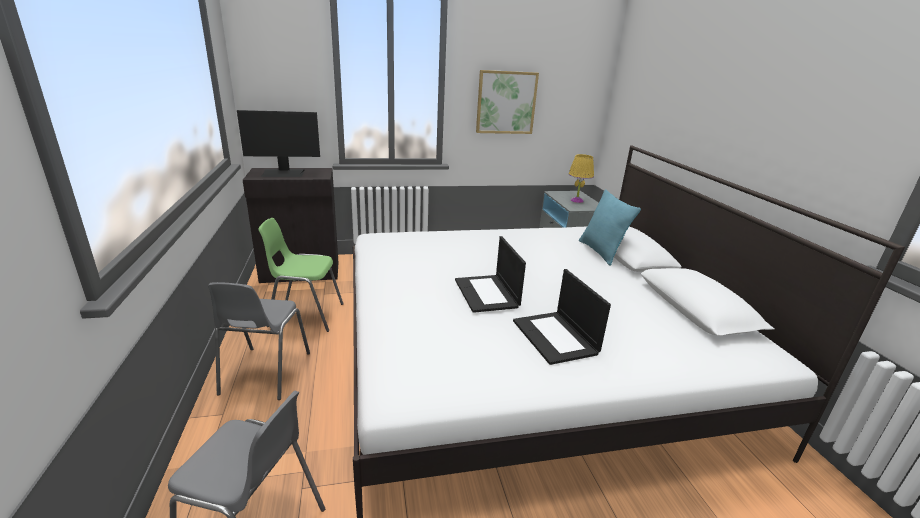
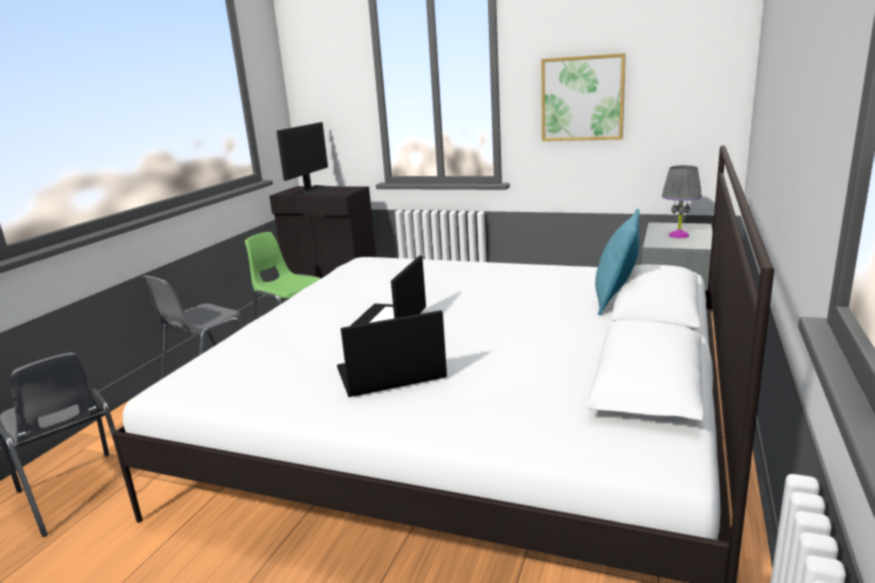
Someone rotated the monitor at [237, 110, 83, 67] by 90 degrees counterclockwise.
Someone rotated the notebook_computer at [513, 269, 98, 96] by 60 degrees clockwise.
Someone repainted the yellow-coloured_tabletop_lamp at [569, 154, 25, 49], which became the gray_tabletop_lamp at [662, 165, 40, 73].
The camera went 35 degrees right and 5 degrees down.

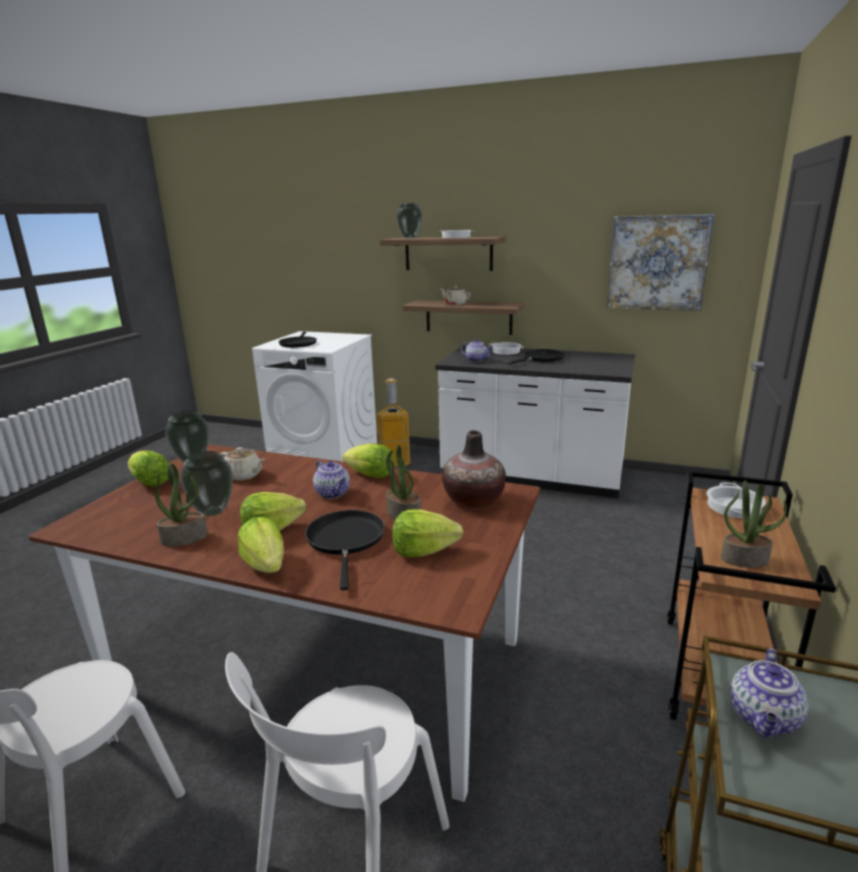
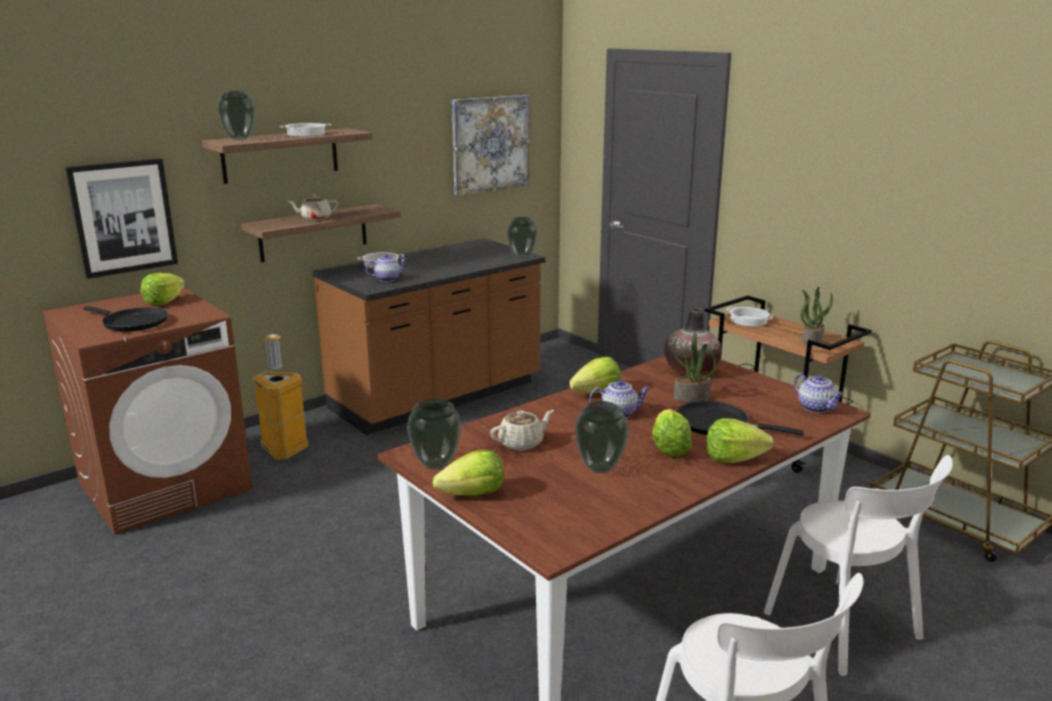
Someone took away the potted_plant at [155, 463, 53, 83].
Someone repainted the white-coloured_laundry_machine at [252, 331, 125, 131], which became the brownish_laundry_machine at [42, 287, 211, 248].
Someone carried the head_of_lettuce from [393, 509, 71, 48] to [140, 273, 45, 32].
Someone repainted the white-coloured_kitchen_counter at [435, 345, 200, 154], which became the brownish_kitchen_counter at [312, 238, 233, 197].
Someone took away the black-coloured_pan at [507, 349, 58, 16].
Someone carried the pot_for_tea from [731, 648, 78, 89] to [794, 374, 50, 39].
Someone put up the wall_art at [65, 158, 113, 121].
Someone put down the flower_vase at [507, 217, 31, 41].
The camera went 60 degrees left and 0 degrees up.

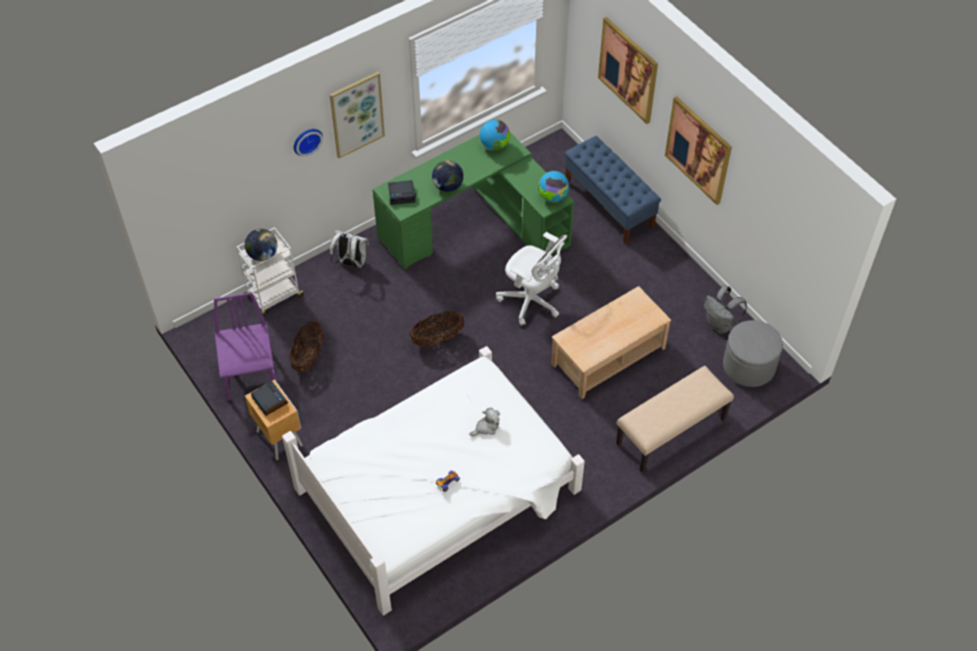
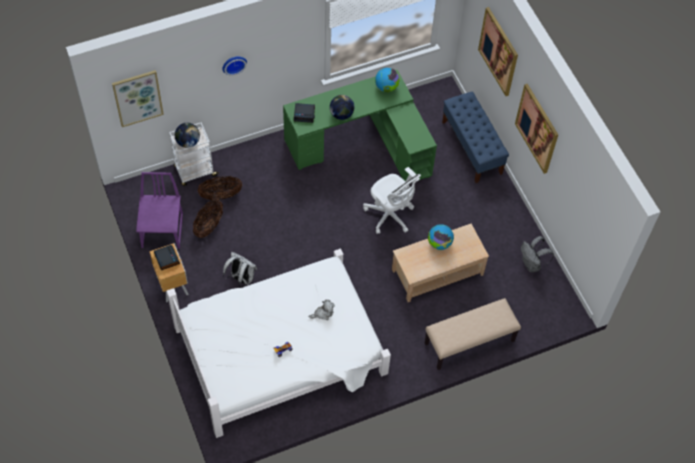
Someone carried the wall_art from [330, 72, 55, 86] to [112, 70, 52, 57].
Someone carried the white-coloured_backpack from [330, 230, 39, 39] to [223, 252, 34, 35].
Someone carried the storage_basket from [410, 311, 55, 36] to [198, 176, 44, 24].
Someone carried the globe from [538, 171, 32, 32] to [428, 224, 26, 26].
Someone took away the gray_footrest at [723, 320, 60, 67].
The camera went 10 degrees right and 5 degrees up.

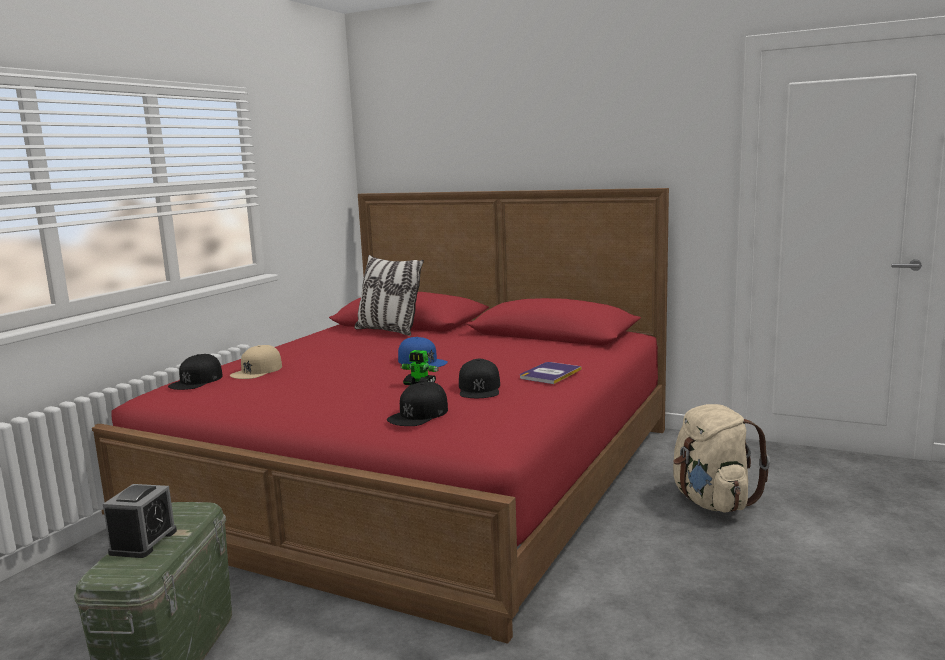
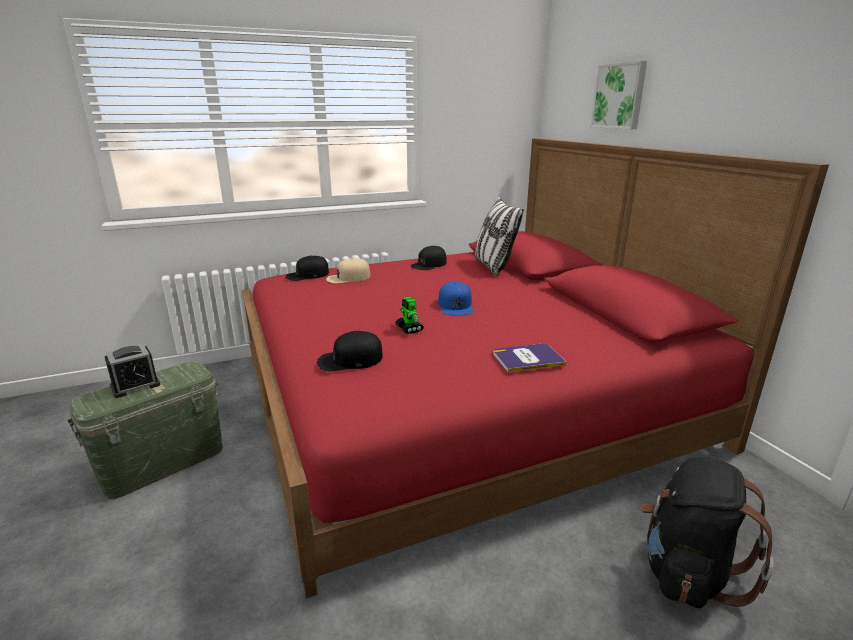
Someone carried the black-coloured_baseball_cap from [459, 359, 41, 39] to [410, 246, 37, 24].
Someone repainted the sand-coloured_backpack at [673, 404, 97, 109], which became the black-coloured_backpack at [641, 457, 133, 151].
Someone put up the wall_art at [591, 61, 56, 68].
The camera went 40 degrees right and 10 degrees up.

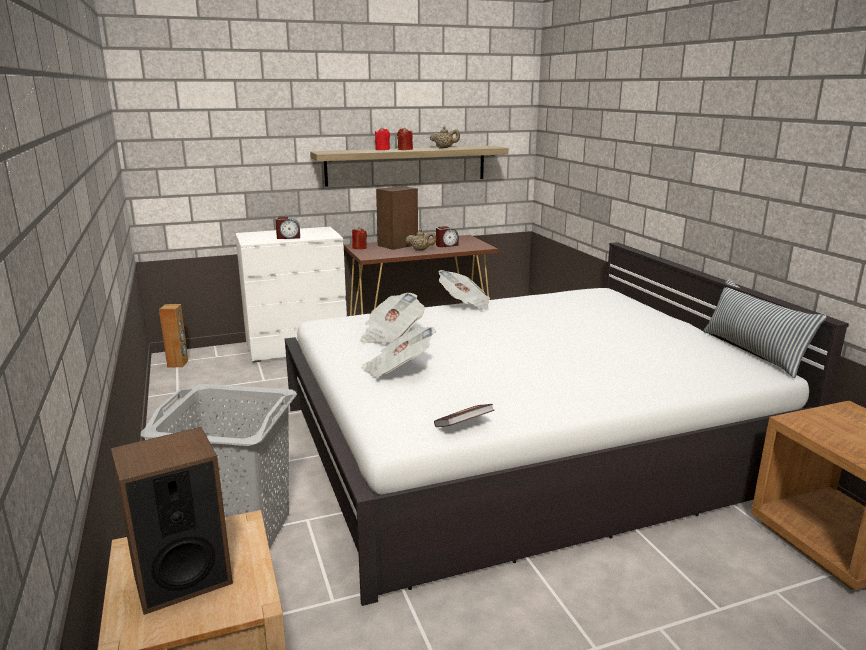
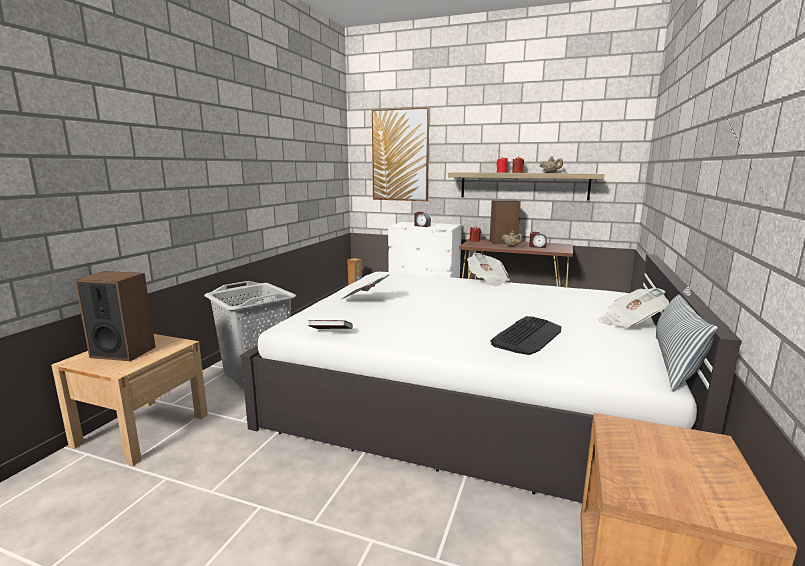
Someone carried the printed_paper from [360, 293, 65, 51] to [598, 288, 71, 40].
Someone put up the wall_art at [372, 107, 57, 94].
Someone put down the keyboard at [490, 316, 72, 39].
The camera went 40 degrees right and 5 degrees down.

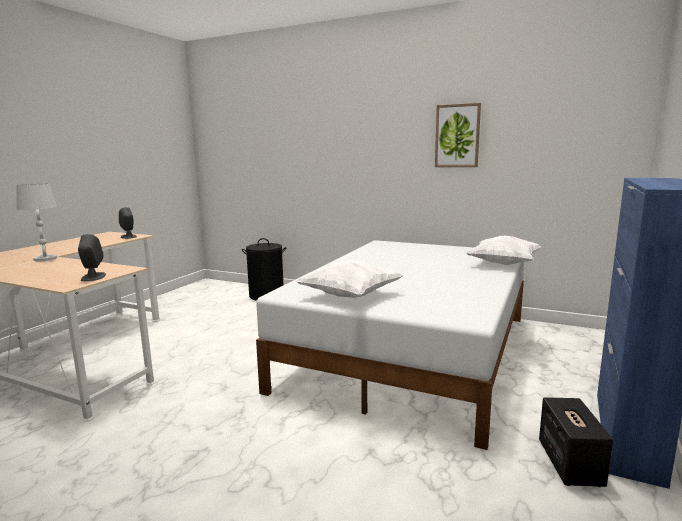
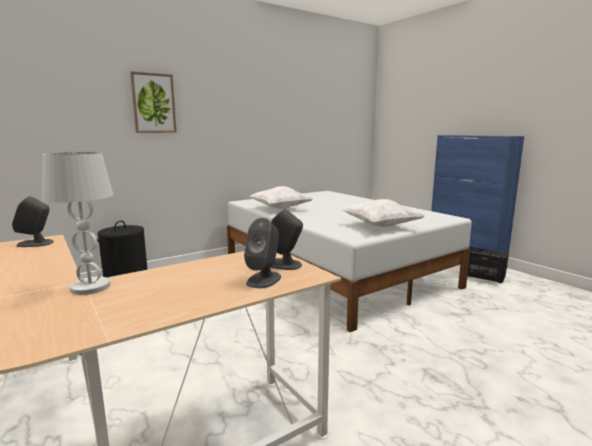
Someone carried the wall_art from [435, 103, 46, 64] to [130, 71, 47, 62].
Someone carried the white-coloured_throw_pillow from [466, 236, 75, 29] to [249, 186, 64, 23].
Someone put down the gray_speaker at [244, 218, 37, 70].
The camera went 60 degrees left and 0 degrees up.

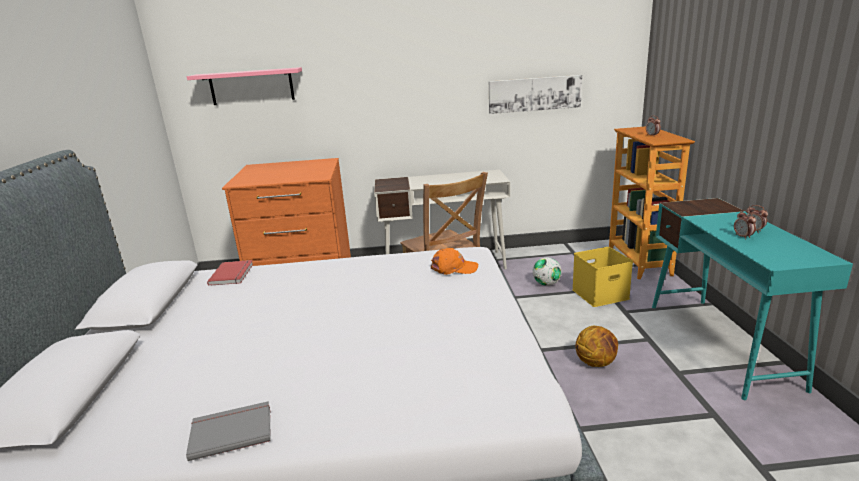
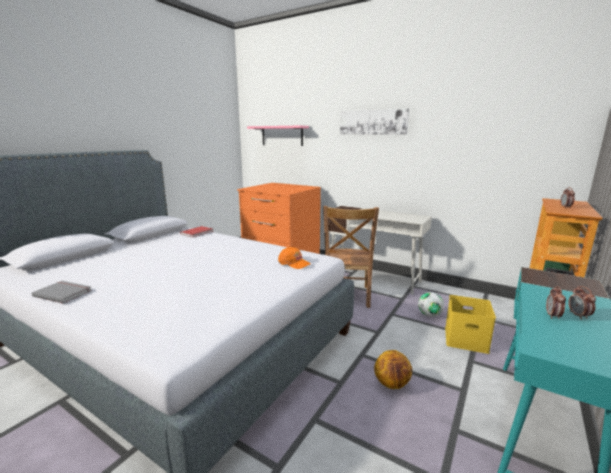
Someone carried the wall_art from [489, 75, 93, 39] to [340, 108, 69, 27].
The camera went 35 degrees right and 5 degrees down.

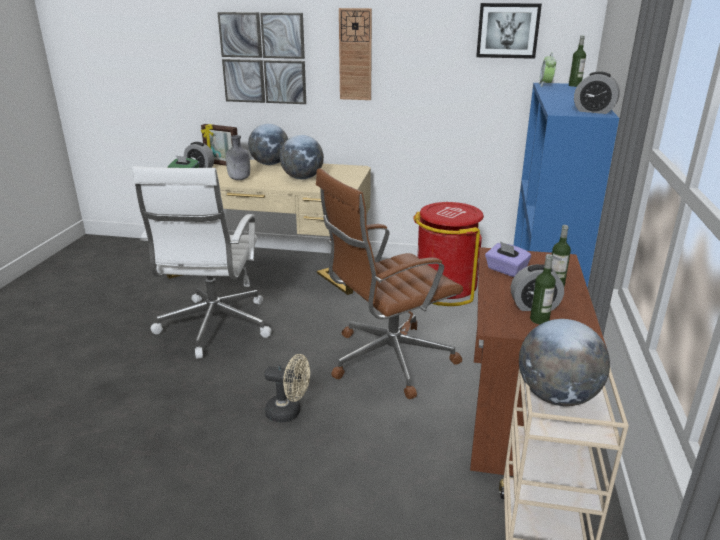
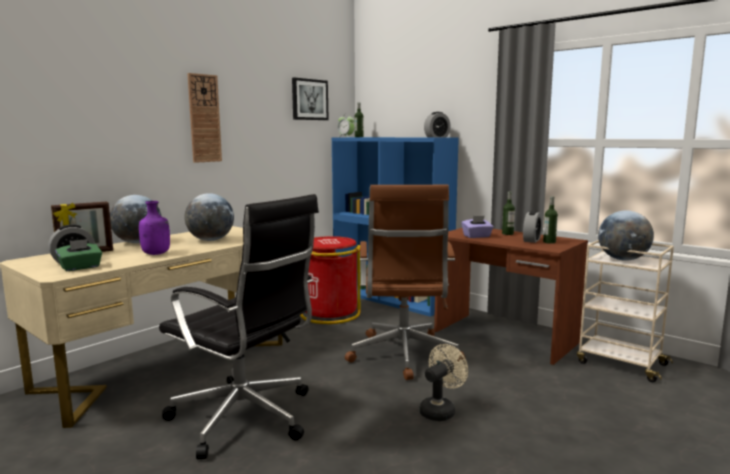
Someone repainted the white-coloured_computer_chair at [132, 166, 140, 193], which became the black-coloured_computer_chair at [159, 194, 160, 265].
Someone took away the wall_art at [217, 12, 89, 92].
Someone repainted the gray_beverage_bottle at [226, 135, 24, 45], which became the purple_beverage_bottle at [139, 201, 31, 54].
The camera went 60 degrees left and 15 degrees down.

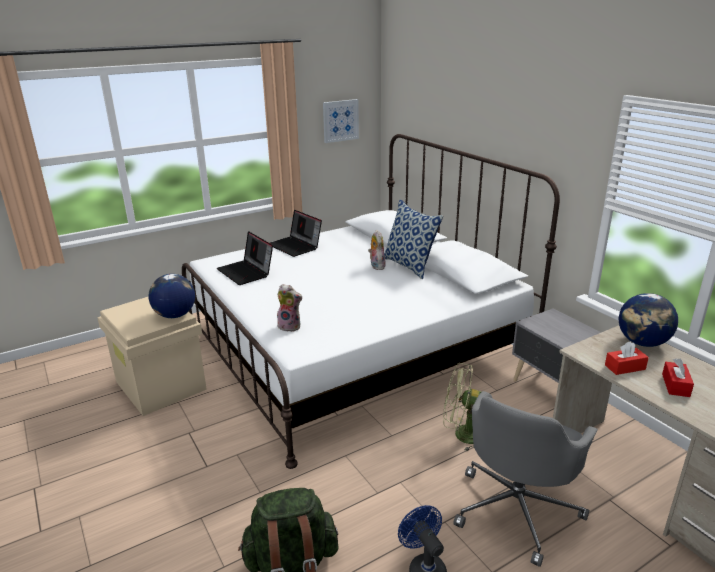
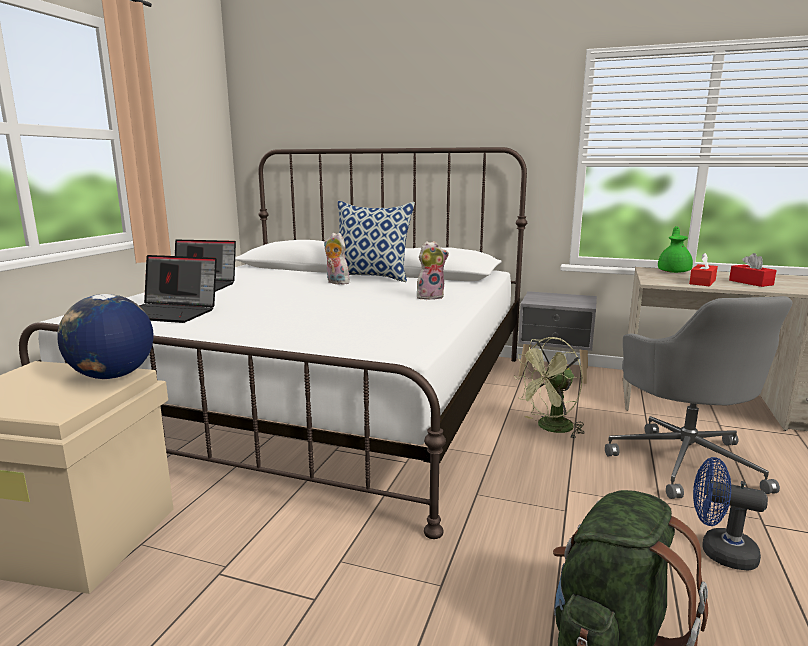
Someone carried the plush_toy from [277, 284, 25, 48] to [417, 241, 32, 59].
Someone took away the wall_art at [323, 99, 36, 44].
Someone swapped the globe at [619, 293, 59, 54] for the green_pot_for_tea at [658, 226, 35, 47].
The camera went 40 degrees left and 10 degrees down.

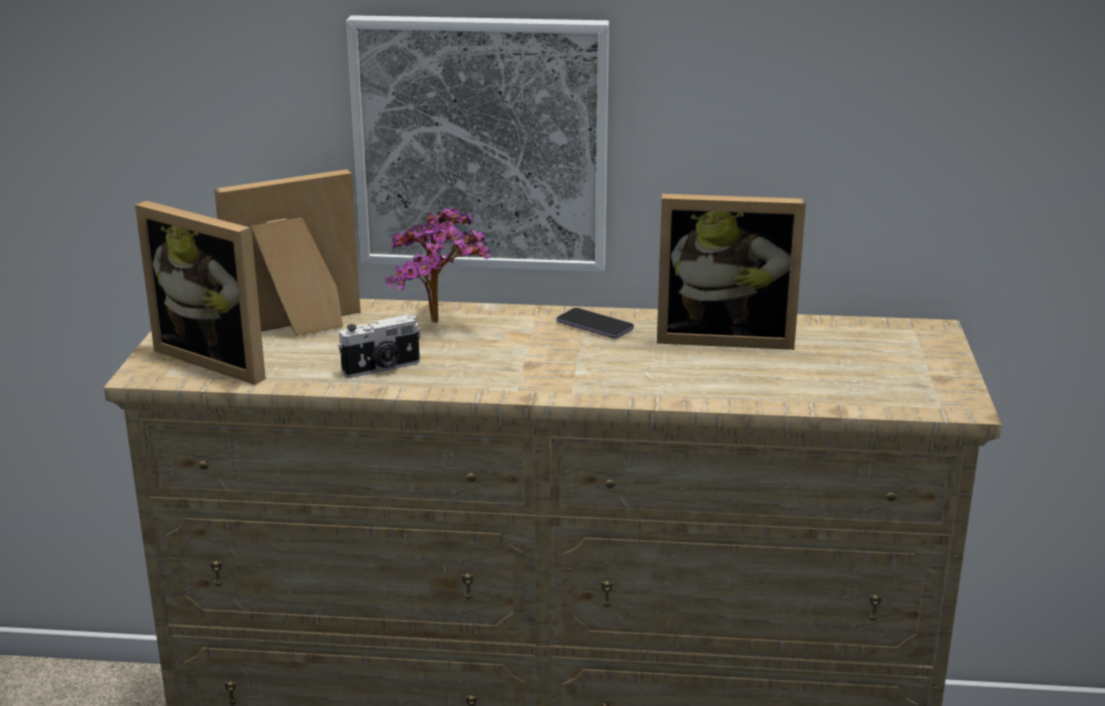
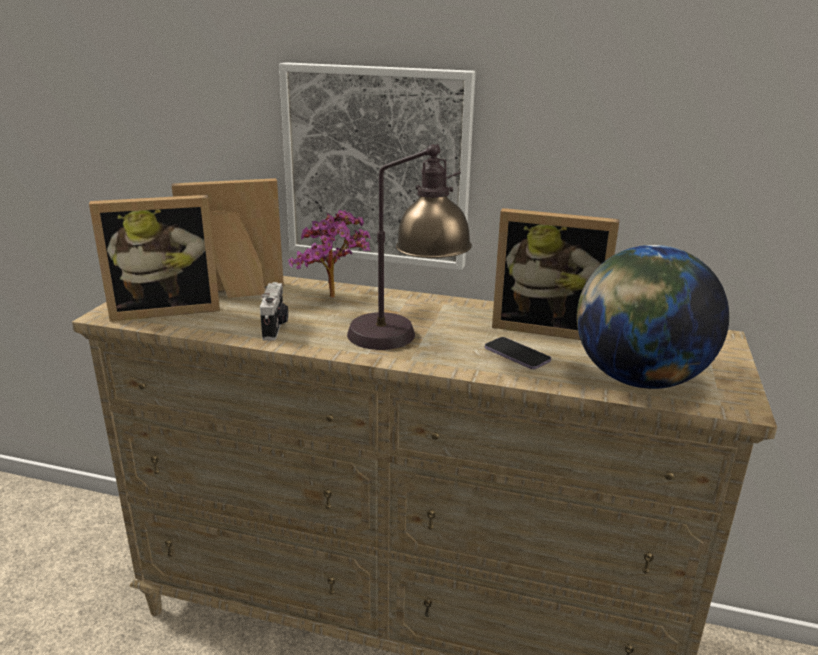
Someone rotated the standing_frame at [135, 201, 131, 184] by 60 degrees counterclockwise.
Someone rotated the still_camera at [338, 314, 83, 64] by 75 degrees counterclockwise.
Someone carried the telephone from [557, 308, 77, 31] to [485, 337, 66, 32].
Someone put down the tabletop_lamp at [347, 144, 125, 206].
Someone put down the globe at [577, 245, 152, 144].
The camera went 10 degrees right and 0 degrees up.

